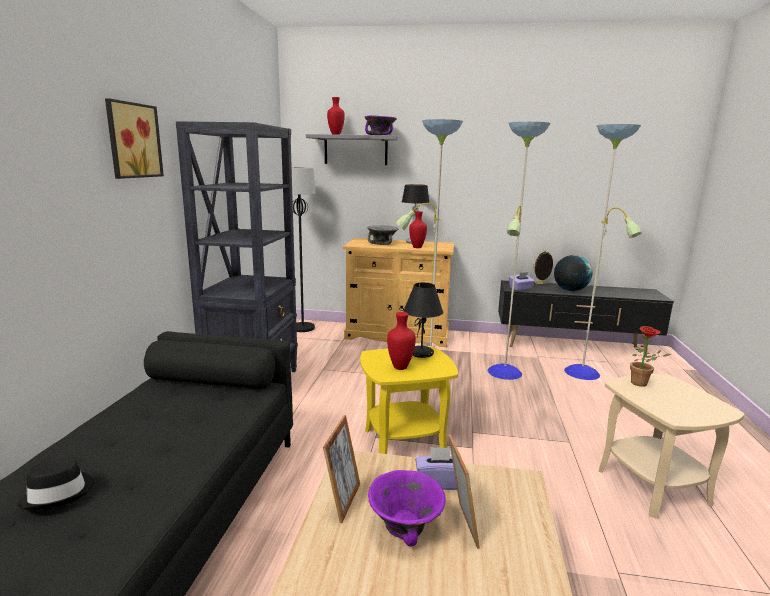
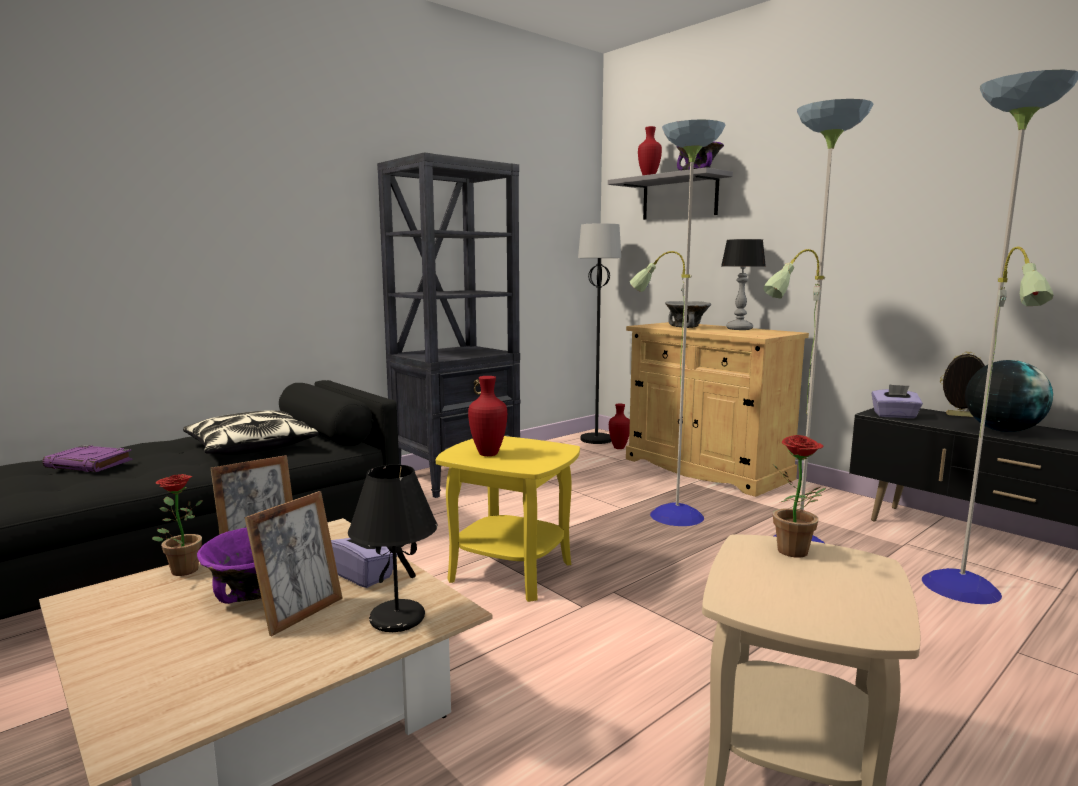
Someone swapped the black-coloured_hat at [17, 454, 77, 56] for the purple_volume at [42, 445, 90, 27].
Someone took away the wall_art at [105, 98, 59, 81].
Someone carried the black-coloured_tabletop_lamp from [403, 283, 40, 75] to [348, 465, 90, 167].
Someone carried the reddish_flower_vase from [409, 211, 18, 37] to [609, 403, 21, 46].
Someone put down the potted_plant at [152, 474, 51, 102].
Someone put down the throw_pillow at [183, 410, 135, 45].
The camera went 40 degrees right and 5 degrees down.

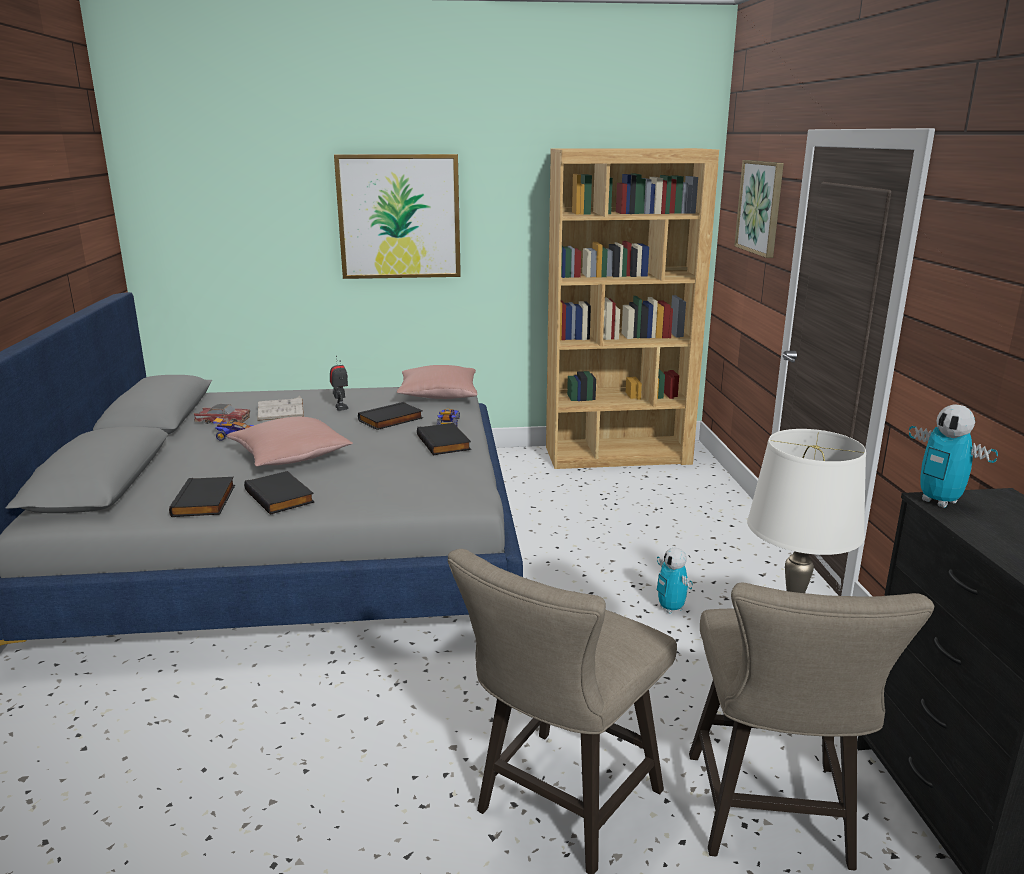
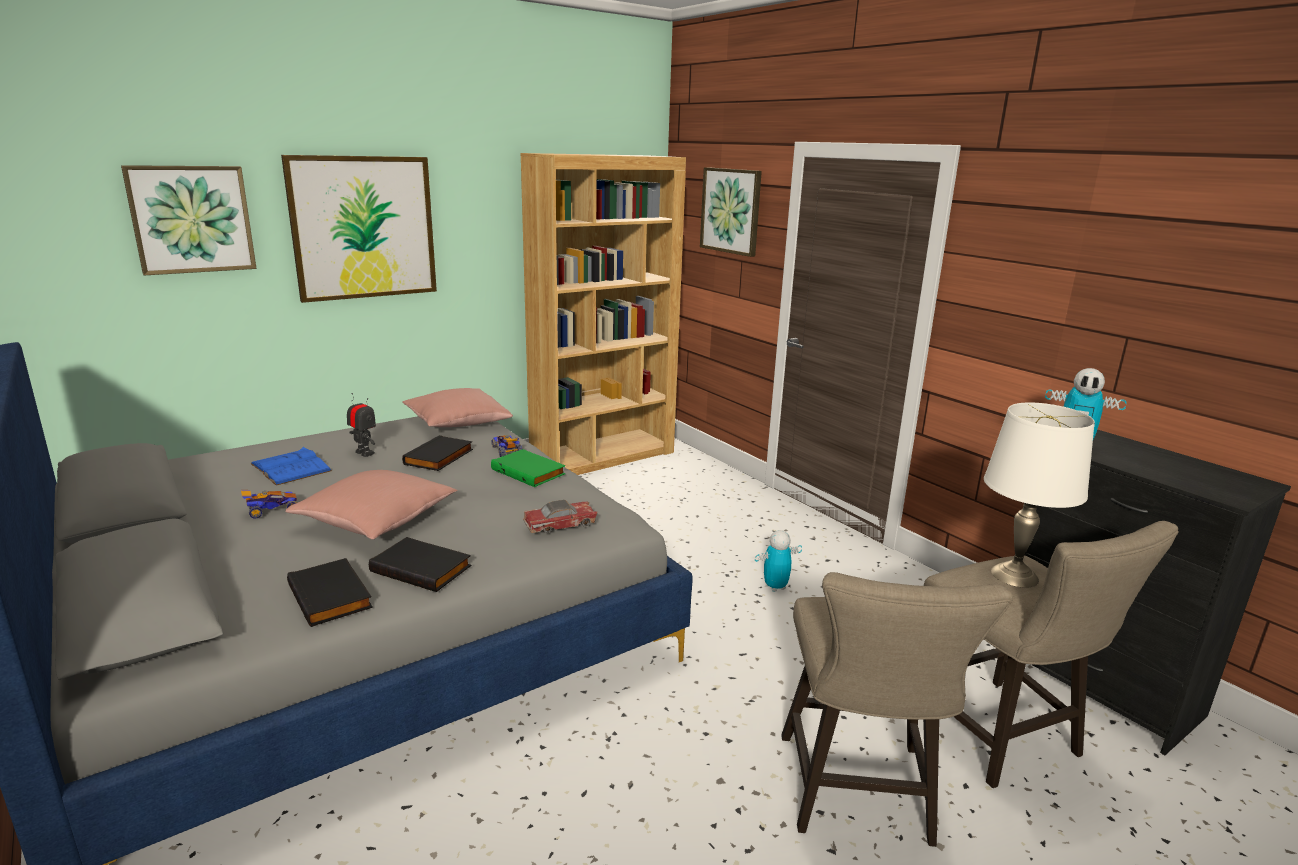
Someone carried the toy_car from [194, 404, 56, 20] to [523, 500, 74, 33].
Someone repainted the white-coloured_volume at [257, 395, 47, 26], which became the bluish_volume at [250, 447, 82, 39].
Someone repainted the black-coloured_volume at [417, 423, 54, 32], which became the green_volume at [491, 449, 75, 38].
Someone rotated the robot_figure at [657, 548, 36, 66] by 120 degrees clockwise.
Someone put up the wall_art at [121, 165, 136, 110].
The camera went 30 degrees left and 0 degrees up.

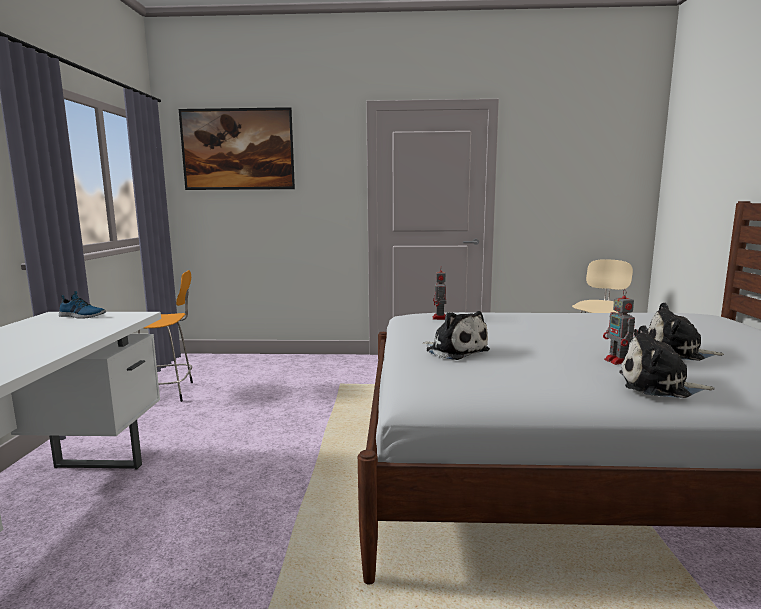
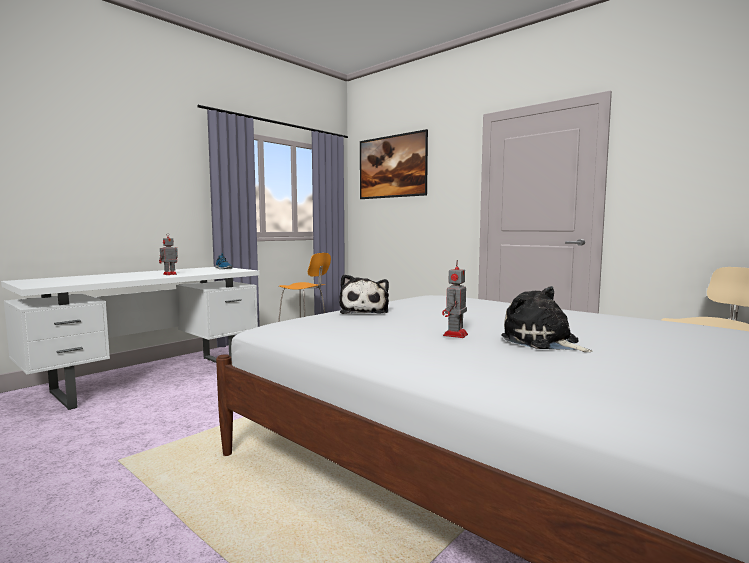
Someone carried the robot_figure from [433, 270, 13, 50] to [159, 233, 19, 42].
Someone took away the plush_toy at [619, 325, 96, 73].
The camera went 40 degrees right and 5 degrees down.

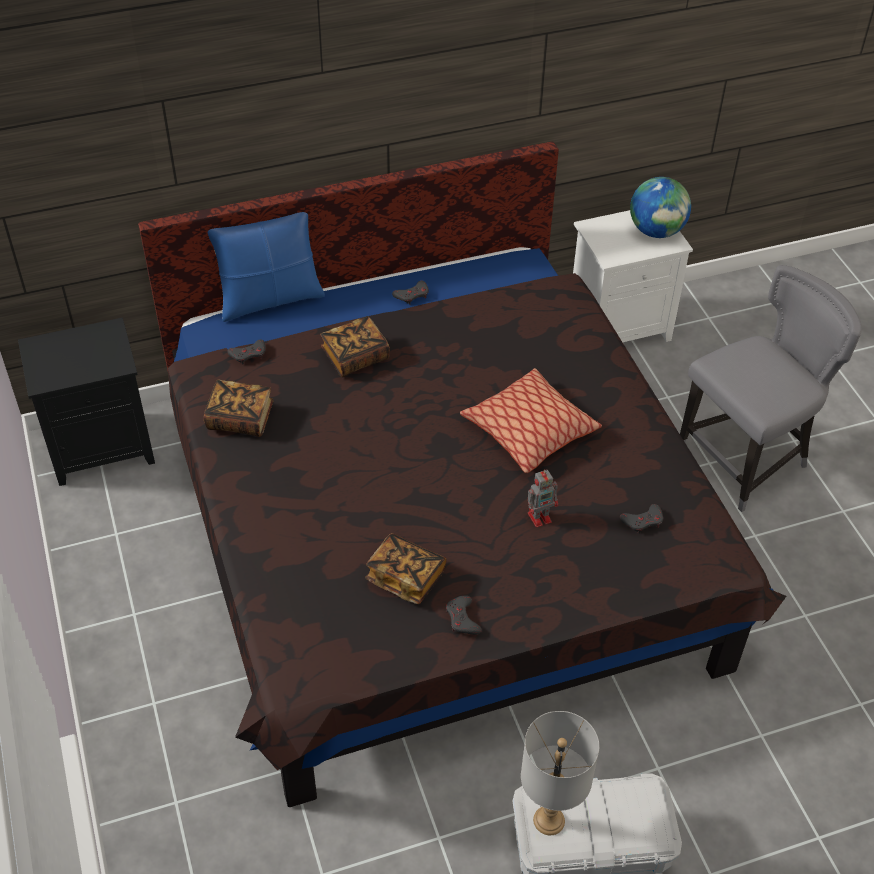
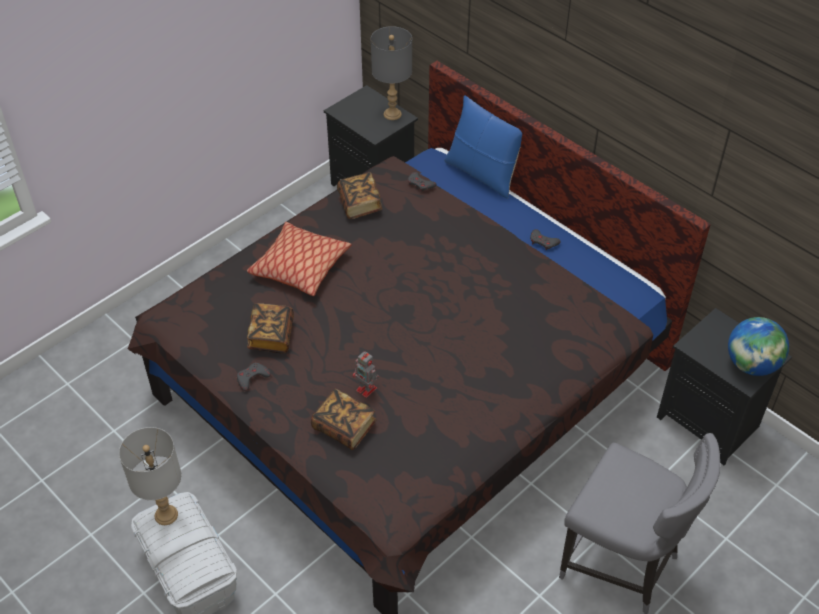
Someone carried the volume from [320, 316, 70, 61] to [311, 389, 65, 61].
Someone carried the throw_pillow from [460, 368, 142, 105] to [247, 222, 105, 74].
Someone repainted the white-coloured_night_table at [573, 210, 120, 132], which became the black-coloured_night_table at [657, 308, 135, 157].
Someone took away the gray_joypad at [620, 504, 43, 30].
Someone put down the gray_tabletop_lamp at [371, 26, 41, 94].
The camera went 65 degrees right and 0 degrees up.

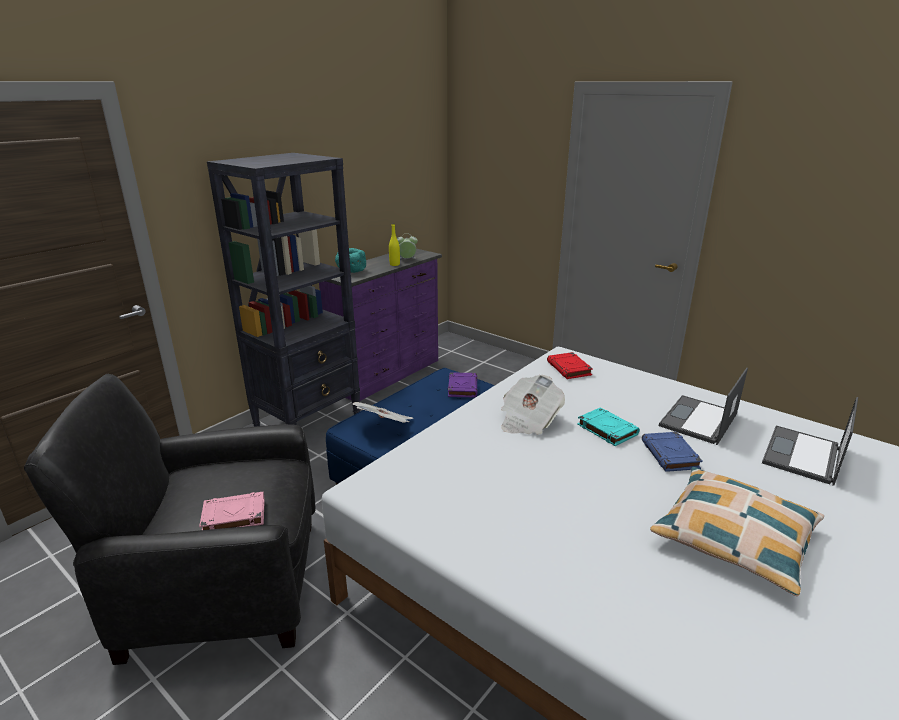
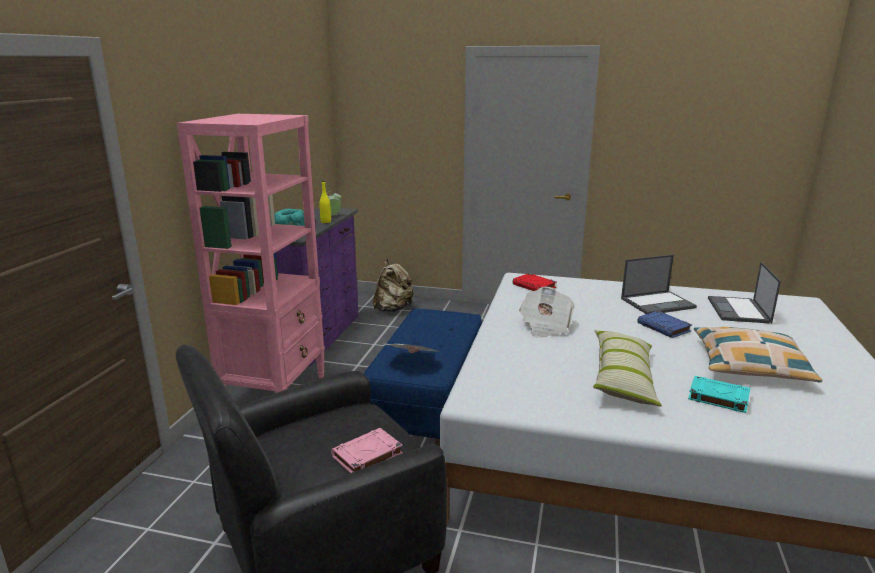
Someone repainted the black-coloured_bookcase at [207, 153, 153, 274], which became the pink-coloured_bookcase at [177, 114, 148, 279].
Someone took away the purple_volume at [448, 372, 30, 25].
Someone carried the turquoise-coloured_volume from [577, 407, 63, 39] to [688, 376, 62, 37].
Someone rotated the notebook_computer at [659, 368, 89, 77] by 120 degrees counterclockwise.
Someone put down the sand-coloured_backpack at [373, 259, 41, 53].
Someone put down the throw_pillow at [593, 330, 69, 77].
The camera went 25 degrees left and 5 degrees down.

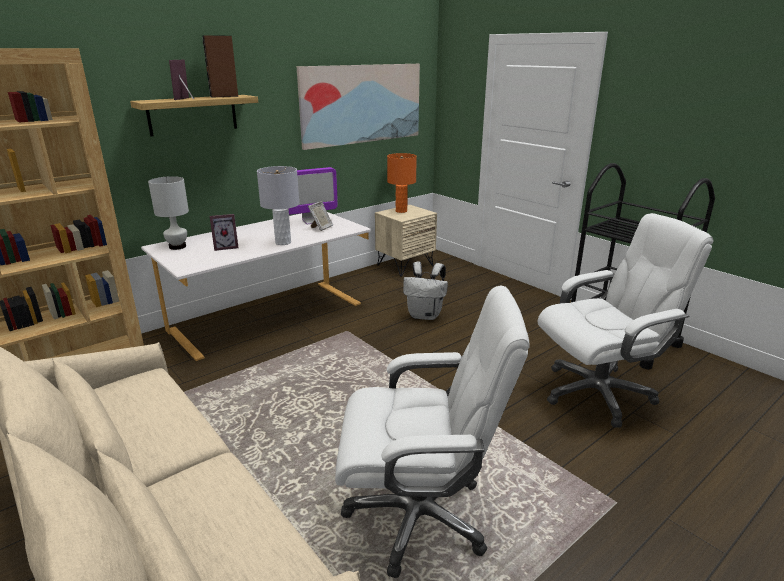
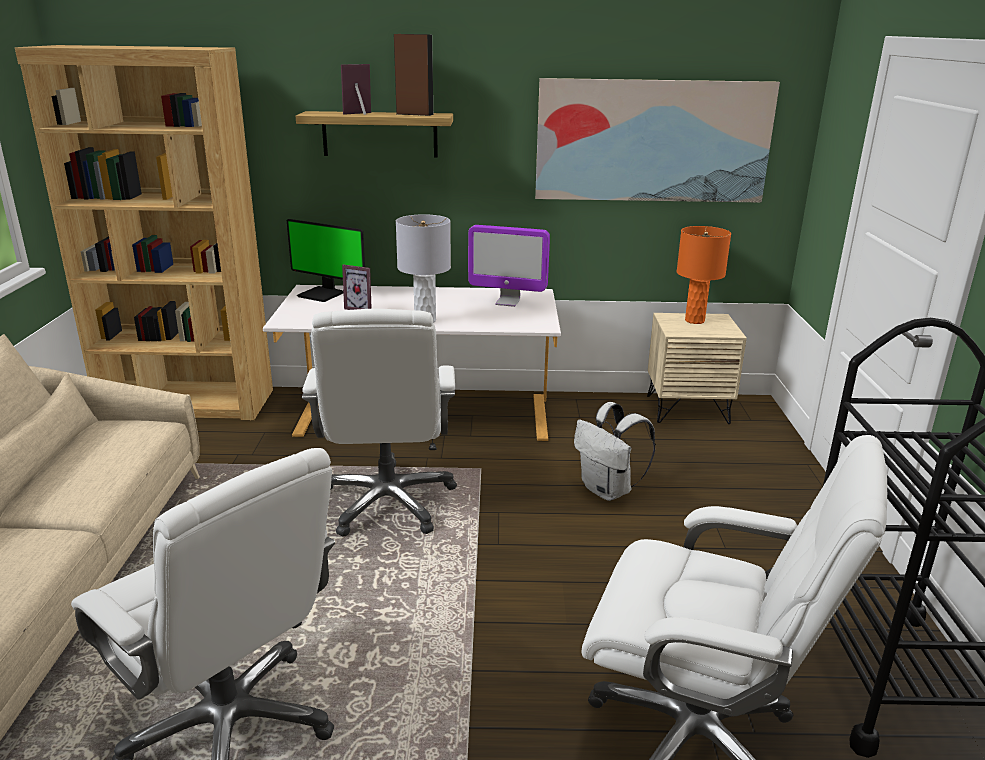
Someone swapped the white-coloured_tabletop_lamp at [148, 176, 41, 74] for the monitor at [287, 219, 78, 83].
Someone took away the standing_frame at [308, 201, 25, 30].
Someone put down the white-coloured_computer_chair at [302, 309, 155, 227].
The camera went 40 degrees right and 0 degrees up.

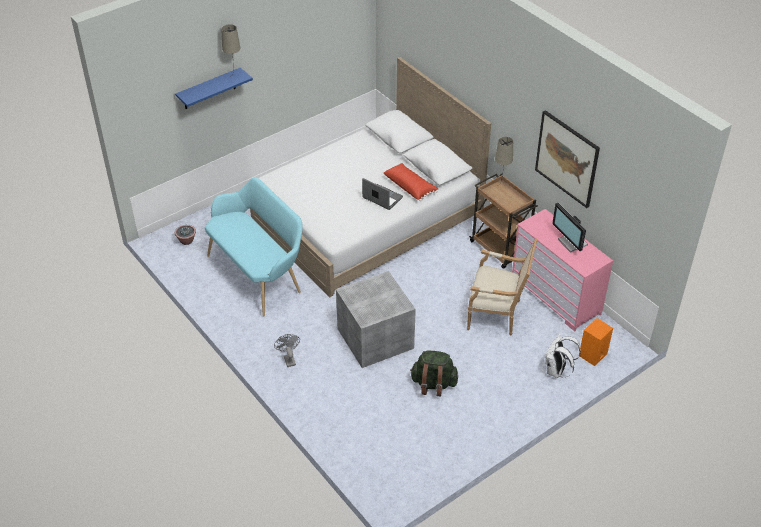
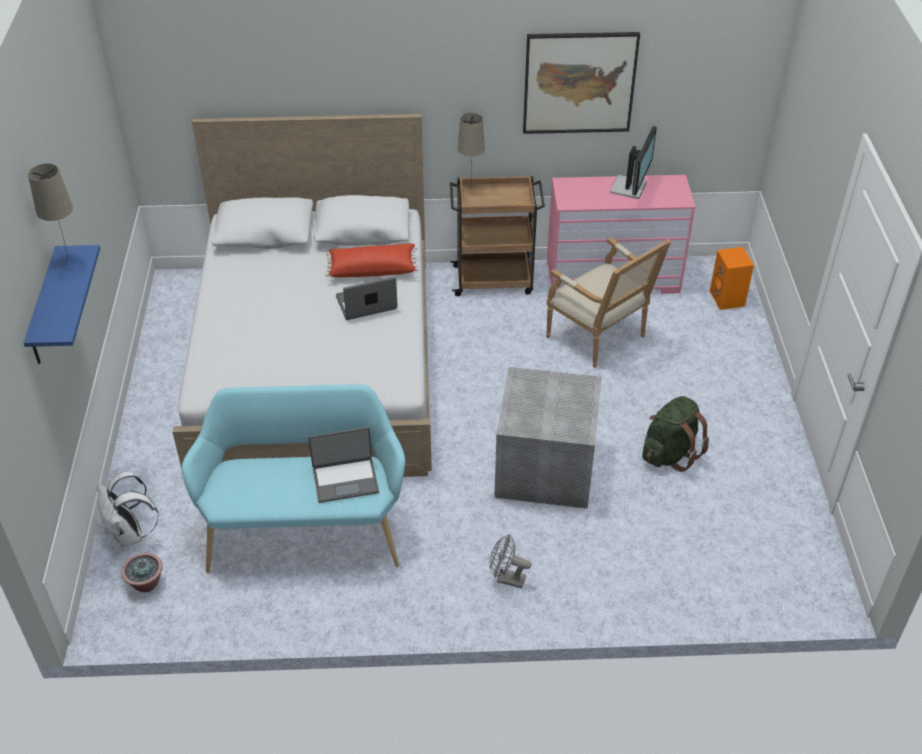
Someone rotated the lounge_chair at [467, 238, 71, 97] by 90 degrees clockwise.
Someone carried the white-coloured_backpack from [545, 334, 36, 44] to [97, 472, 61, 76].
Someone rotated the monitor at [552, 203, 36, 49] by 75 degrees counterclockwise.
Someone put down the notebook_computer at [308, 427, 71, 76].
The camera went 55 degrees left and 0 degrees up.

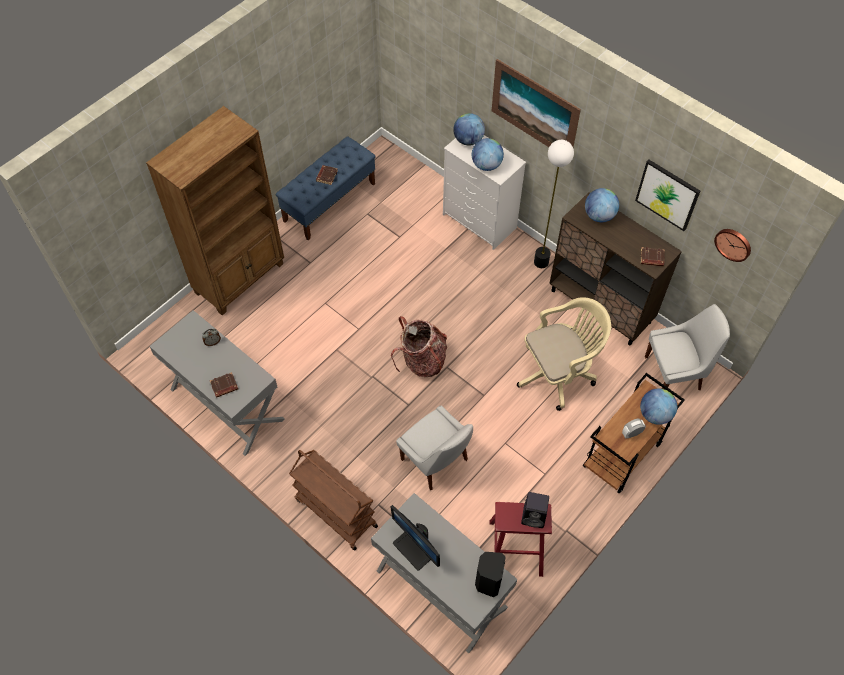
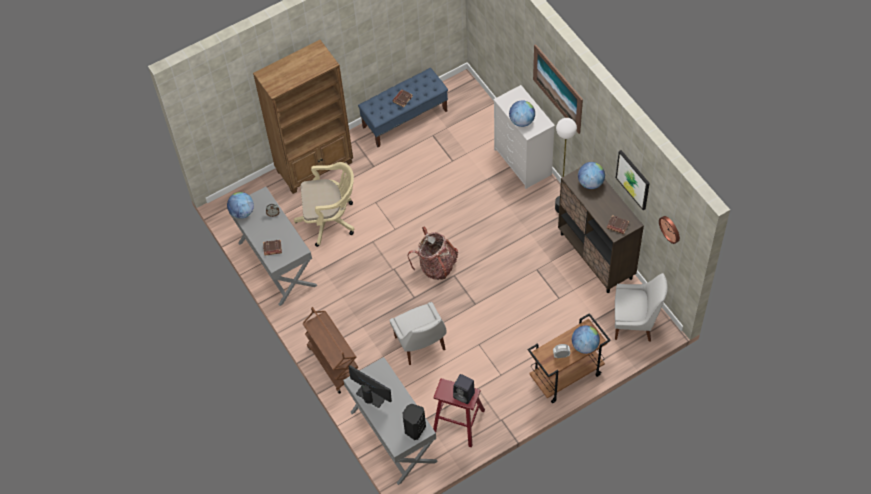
Someone rotated the monitor at [391, 505, 49, 66] by 150 degrees clockwise.
Someone carried the globe from [453, 113, 32, 33] to [227, 192, 27, 27].
Someone carried the sand-coloured_computer_chair from [517, 297, 94, 114] to [294, 162, 60, 85].
The camera went 20 degrees right and 0 degrees up.

